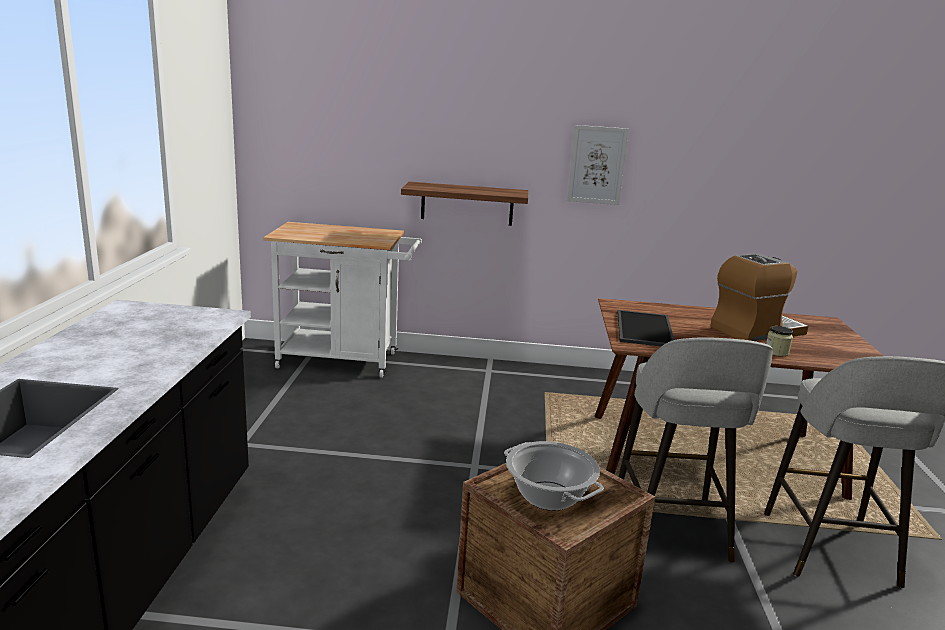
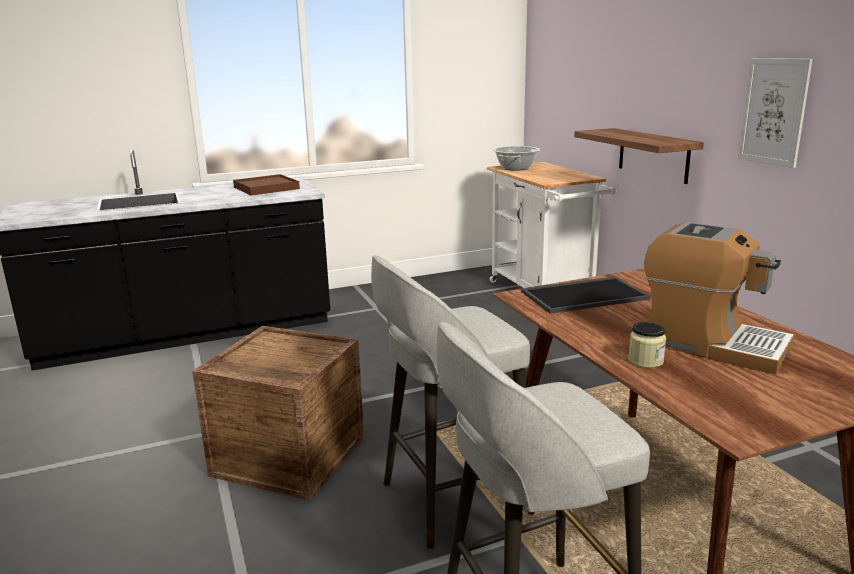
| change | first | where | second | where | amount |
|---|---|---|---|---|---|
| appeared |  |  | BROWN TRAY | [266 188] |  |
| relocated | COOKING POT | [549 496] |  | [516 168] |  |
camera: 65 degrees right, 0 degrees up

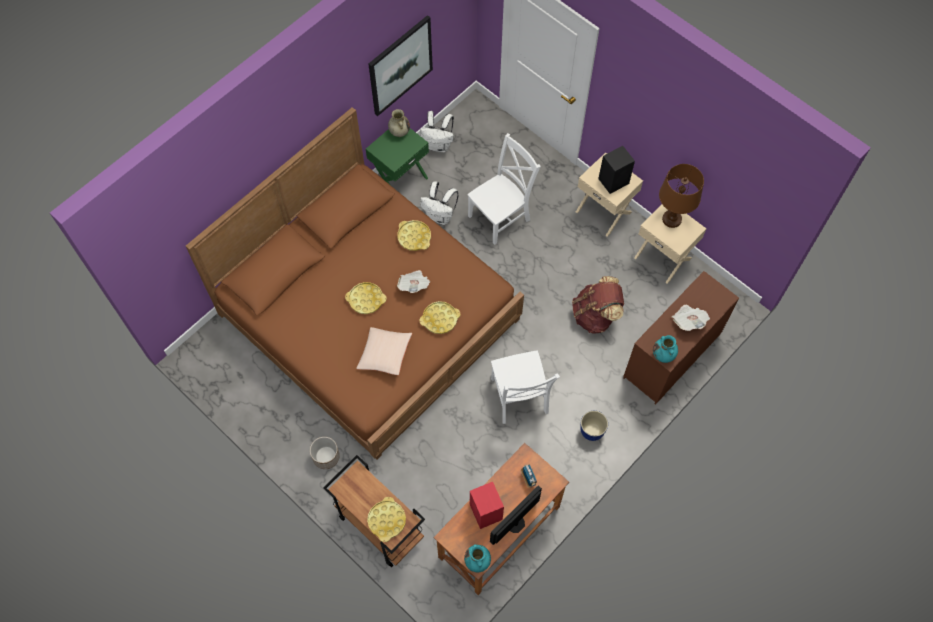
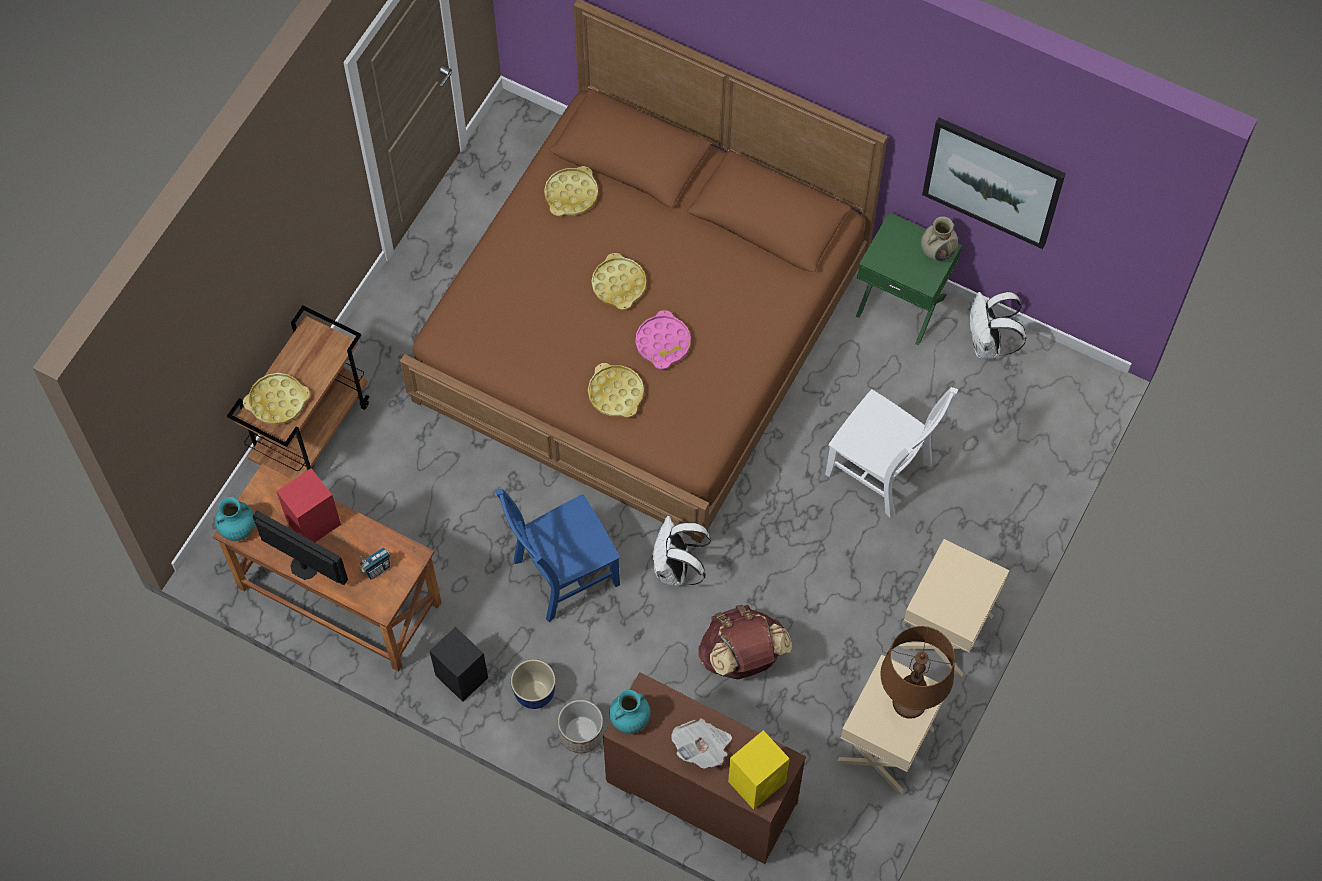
| change | first | where | second | where | amount |
|---|---|---|---|---|---|
| missing | BEIGE PILLOW | [385 354] |  |  |  |
| appeared |  |  | YELLOW SPEAKER | [758 781] |  |
| relocated | PLANTER | [326 457] |  | [581 733] |  |
| relocated | YELLOW TRAY | [414 237] |  | [571 195] |  |
| relocated | WHITE BACKPACK | [440 216] |  | [676 569] |  |
| relocated | BLACK SPEAKER | [614 181] |  | [462 677] |  |
| exchanged | NEWSPAPER | [414 285] | PINK TRAY | [663 343] |  |
| colour | WHITE CHAIR | [519 398] | BLUE CHAIR | [562 574] |  |
camera: 75 degrees right, 0 degrees up

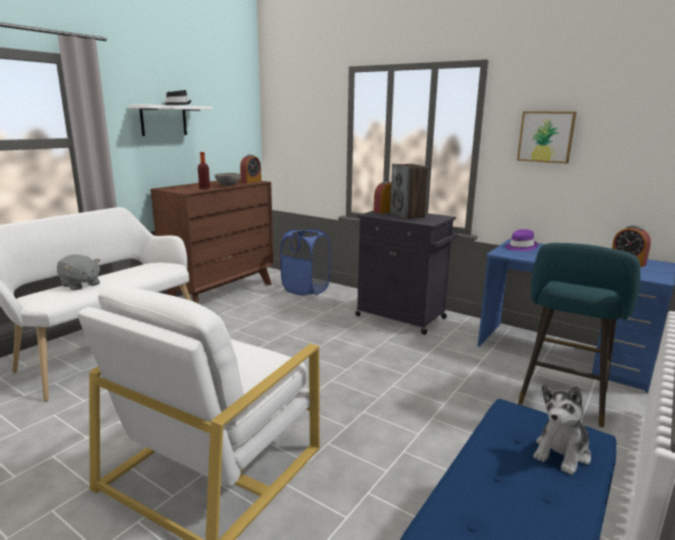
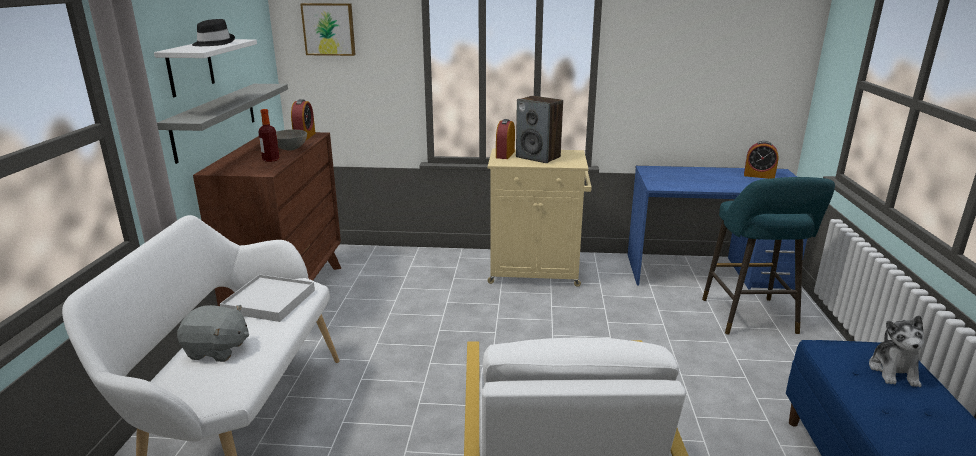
| change | first | where | second | where | amount |
|---|---|---|---|---|---|
| missing | BLUE LAUNDRY BASKET | [306 289] |  |  |  |
| missing | PURPLE HAT | [520 247] |  |  |  |
| appeared |  |  | GREY SHELF | [215 120] |  |
| appeared |  |  | WHITE TRAY | [269 301] |  |
| relocated | PICTURE | [546 137] |  | [329 29] |  |
| colour | BLACK CABINET | [402 317] | BEIGE CABINET | [536 272] |  |
camera: 30 degrees left, 5 degrees up

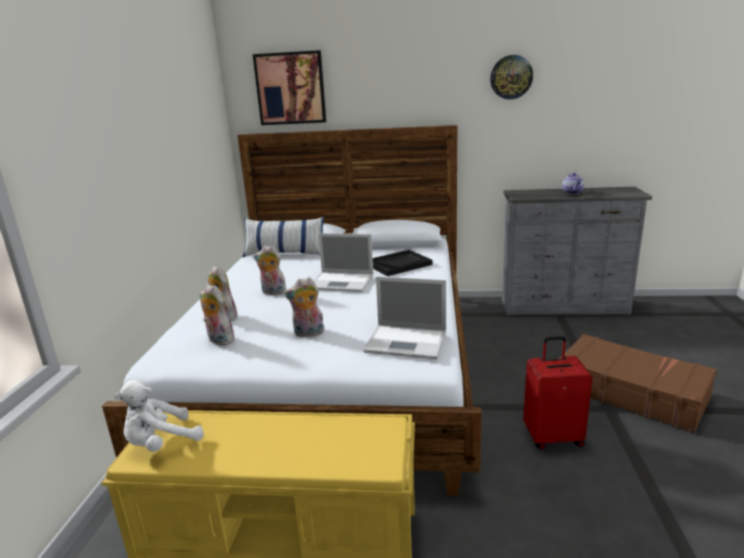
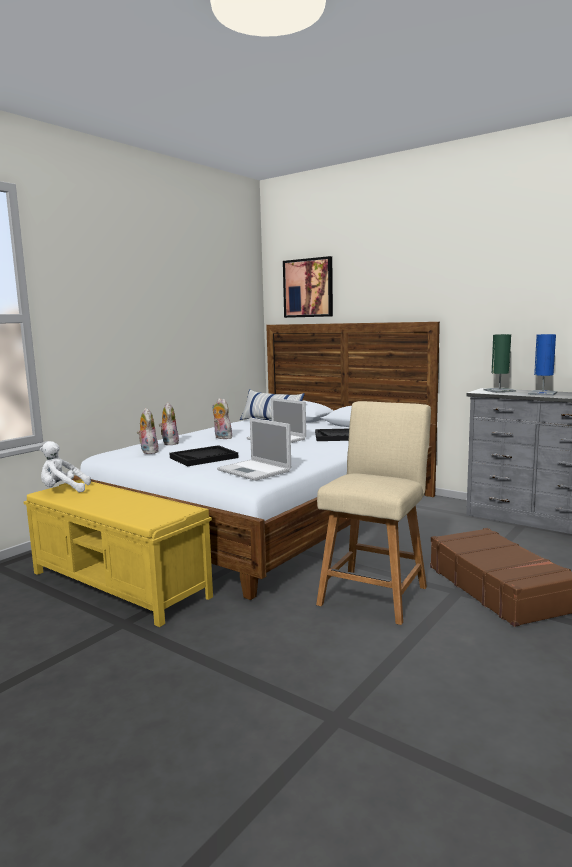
| change | first | where | second | where | amount |
|---|---|---|---|---|---|
| missing | WALL CLOCK | [511 77] |  |  |  |
| appeared |  |  | GREEN TABLE LAMP | [499 391] |  |
| exchanged | PLUSH TOY | [308 333] | BLACK TRAY | [204 458] |  |
| exchanged | RED SUITCASE | [553 437] | BEIGE CHAIR | [375 593] |  |
| exchanged | TEAPOT | [573 193] | BLUE TABLE LAMP | [542 393] |  |
camera: 30 degrees right, 10 degrees down

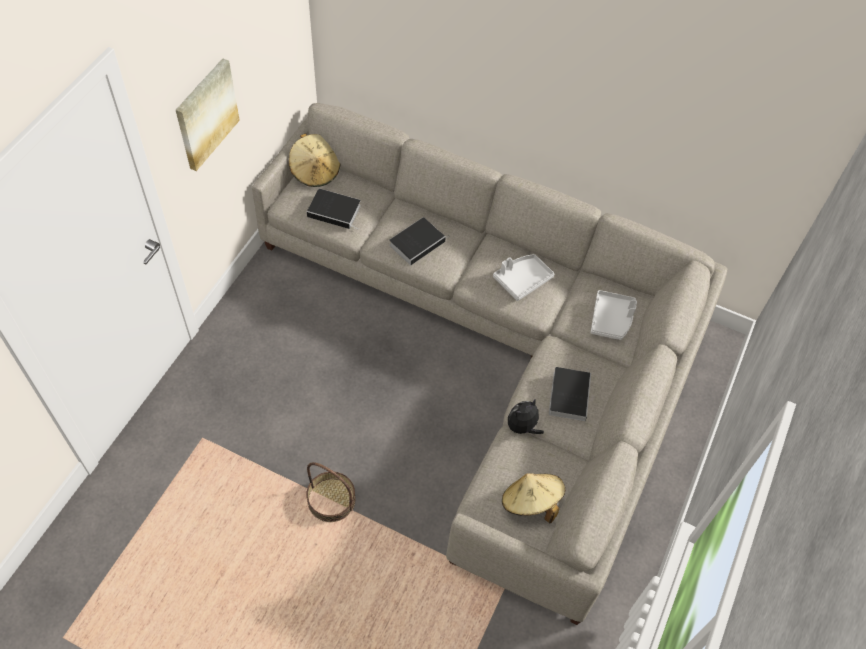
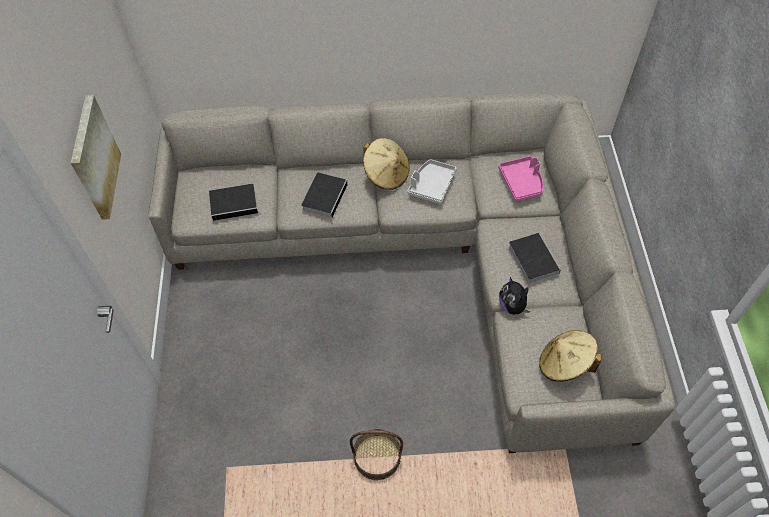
| change | first | where | second | where | amount |
|---|---|---|---|---|---|
| relocated | BEIGE HAT | [315 171] |  | [386 174] |  |
| colour | GREY TRAY | [611 319] | PINK TRAY | [522 183] |  |
| spun | PLUSH TOY | [522 427] |  | [512 306] | 45 degrees counterclockwise |
camera: 25 degrees left, 0 degrees up

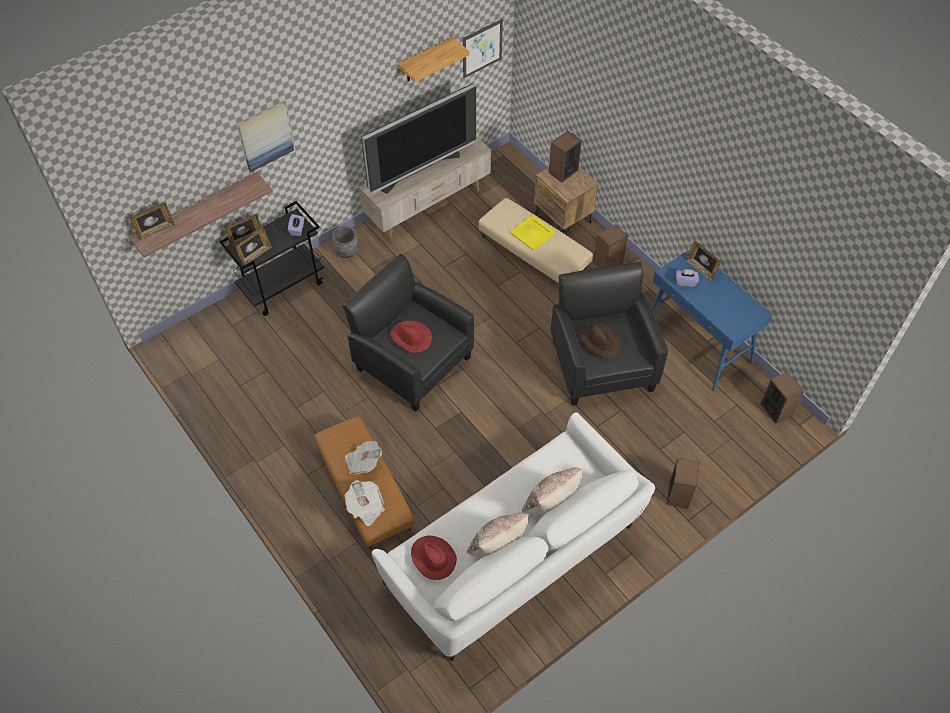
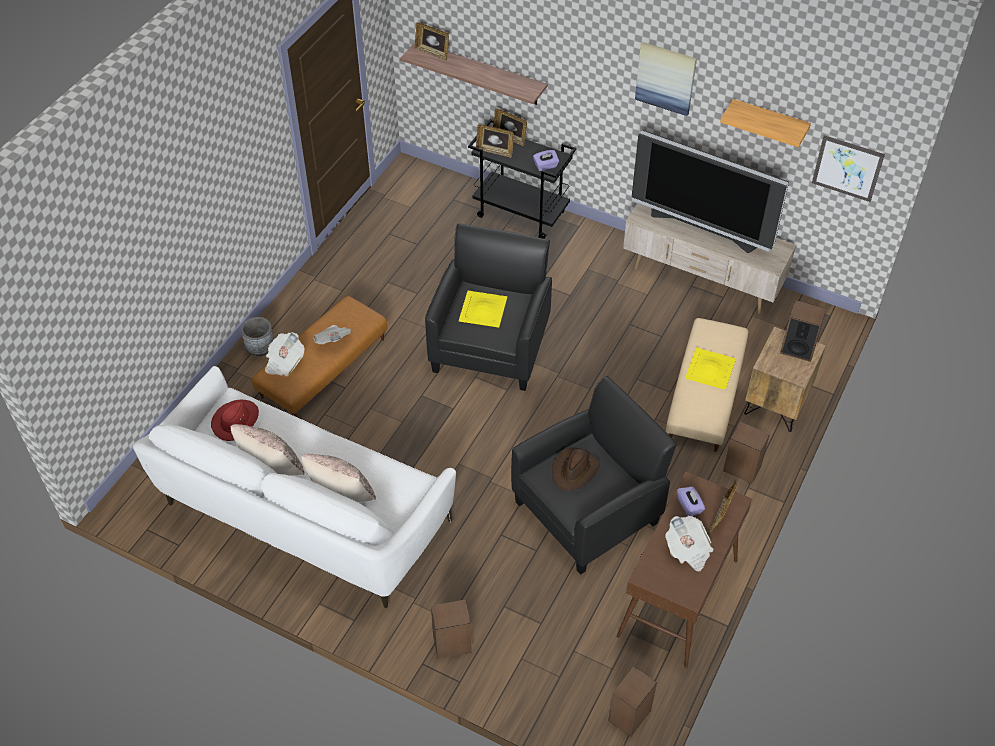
| change | first | where | second | where | amount |
|---|---|---|---|---|---|
| appeared |  |  | NEWSPAPER | [688 550] |  |
| relocated | PICTURE | [265 136] |  | [666 78] |  |
| relocated | GREY PLANTER | [347 251] |  | [260 348] |  |
| exchanged | RED HAT | [411 338] | YELLOW TRAY | [482 309] |  |
| colour | BLUE CONSOLE TABLE | [697 344] | BROWN CONSOLE TABLE | [678 599] |  |
camera: 65 degrees right, 5 degrees down

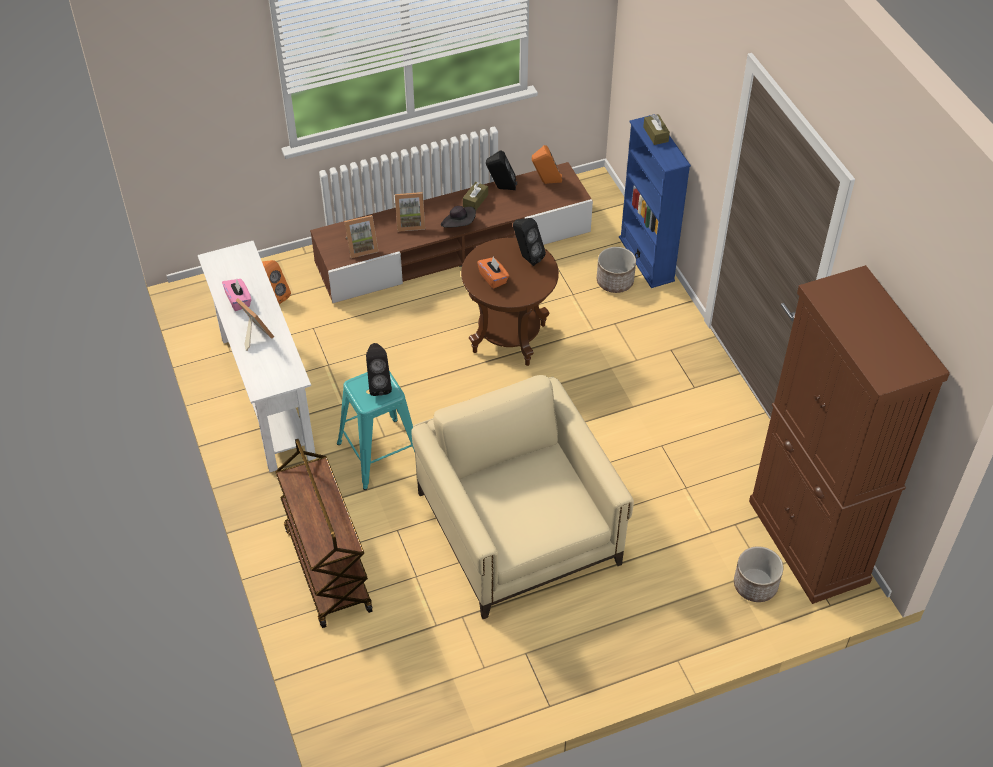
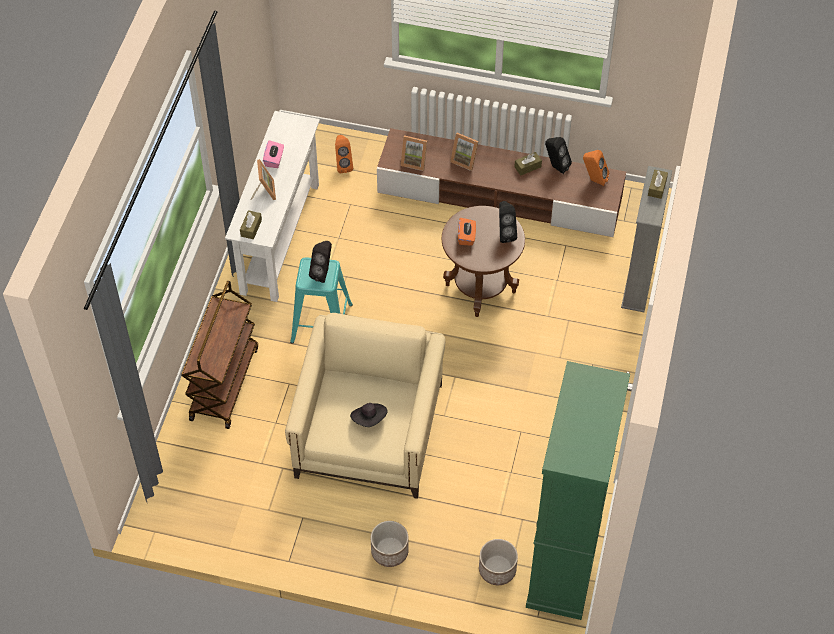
| change | first | where | second | where | amount |
|---|---|---|---|---|---|
| appeared |  |  | BROWN TISSUE BOX | [251 228] |  |
| relocated | BLACK HAT | [459 224] |  | [369 419] |  |
| relocated | PLANTER | [614 281] |  | [389 551] |  |
| colour | BLUE BOOKCASE | [646 259] | GREY BOOKCASE | [638 282] |  |
| colour | BROWN CABINET | [808 541] | GREEN CABINET | [563 563] |  |
camera: 35 degrees right, 5 degrees up

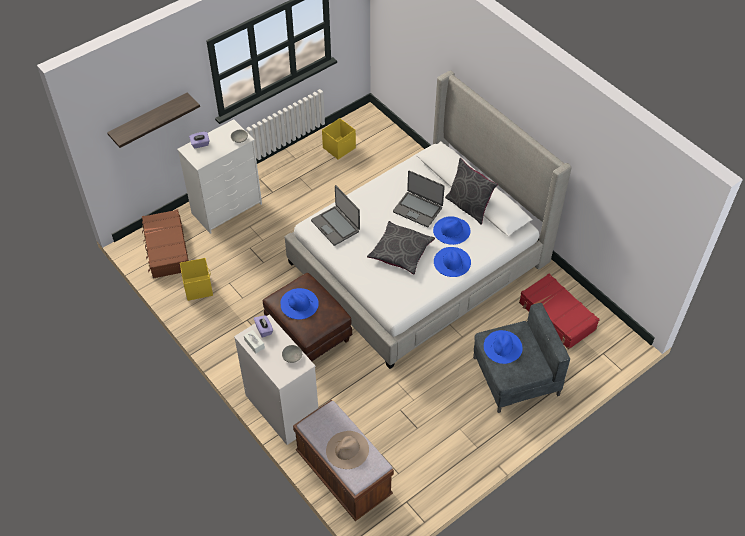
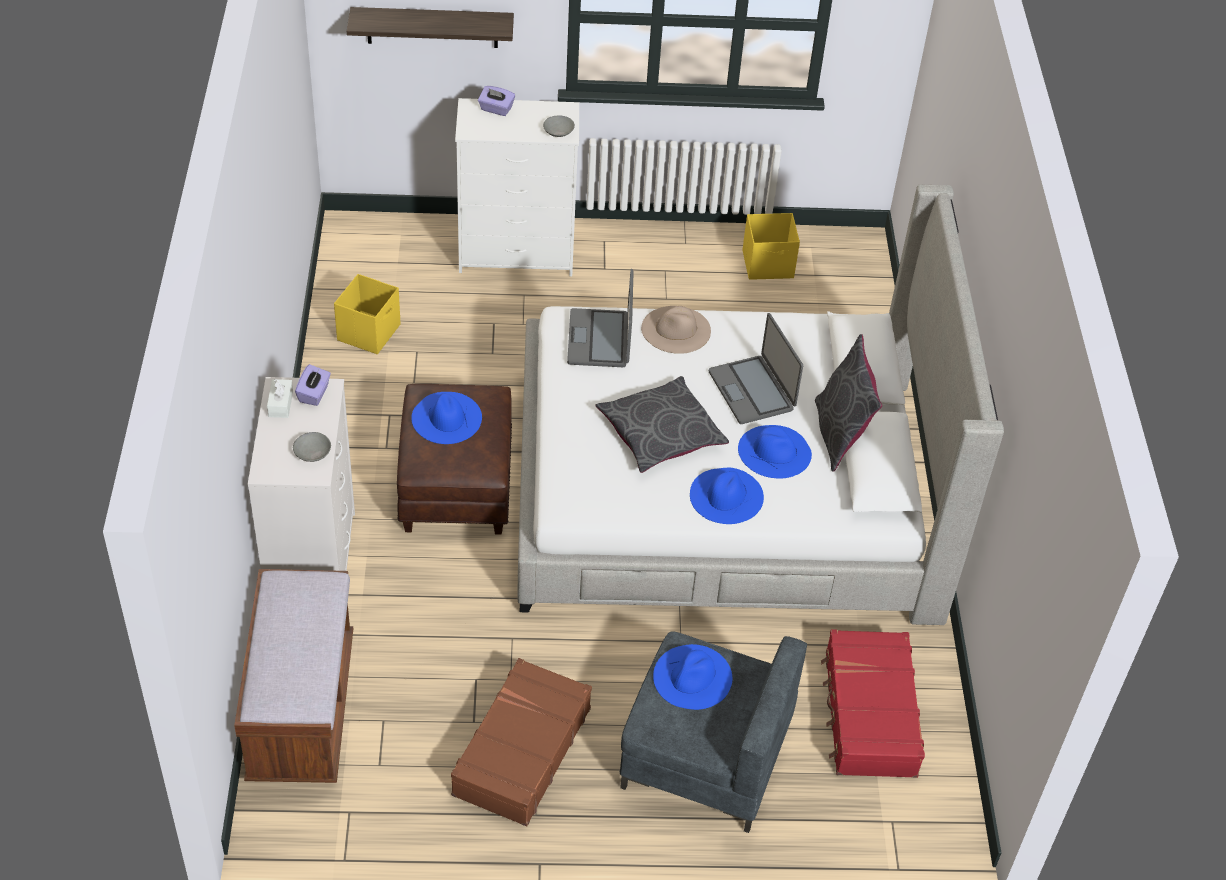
| change | first | where | second | where | amount |
|---|---|---|---|---|---|
| relocated | BROWN SUITCASE | [166 249] |  | [520 751] |  |
| relocated | BEIGE HAT | [347 450] |  | [676 329] |  |
camera: 35 degrees right, 5 degrees down

